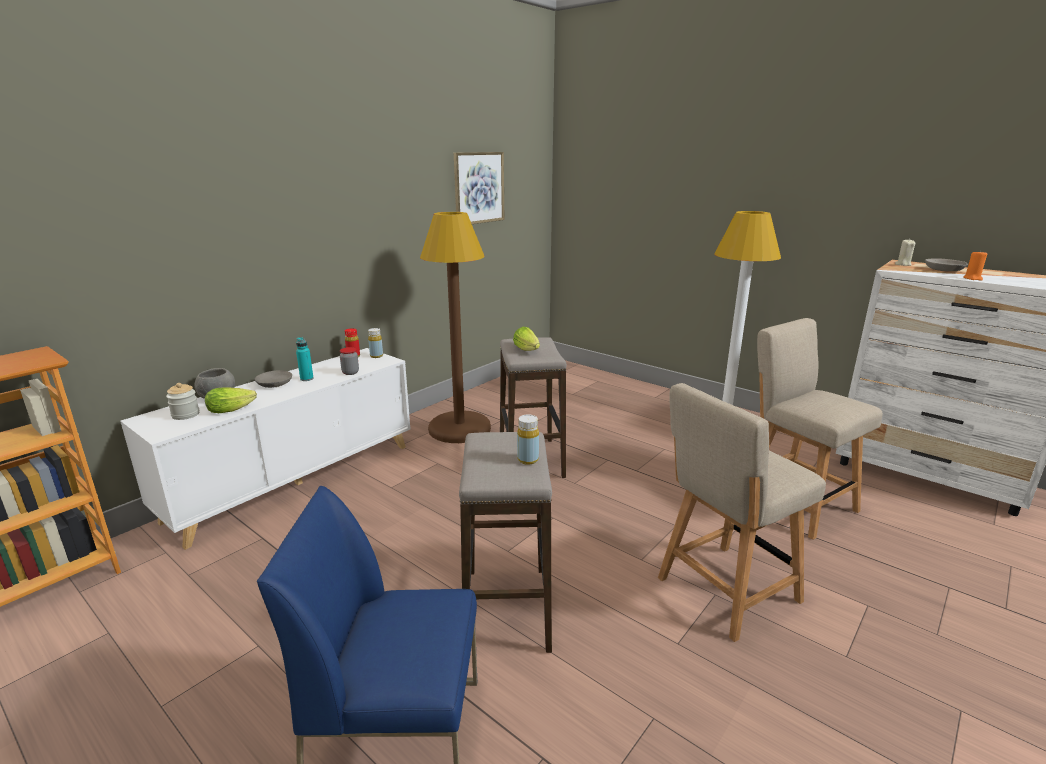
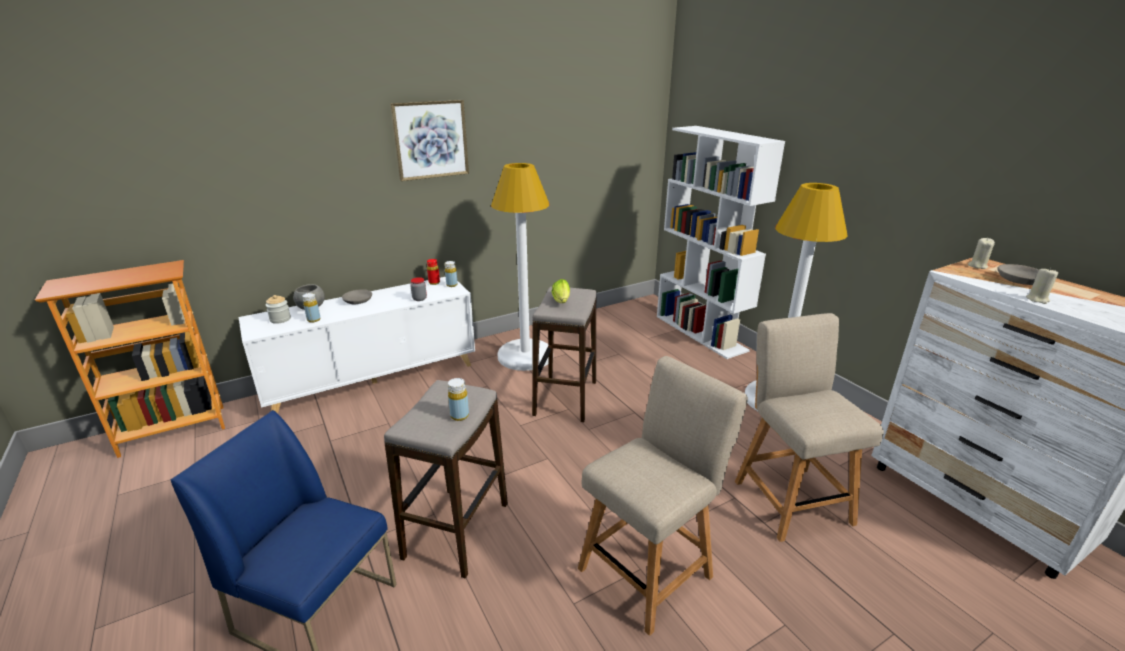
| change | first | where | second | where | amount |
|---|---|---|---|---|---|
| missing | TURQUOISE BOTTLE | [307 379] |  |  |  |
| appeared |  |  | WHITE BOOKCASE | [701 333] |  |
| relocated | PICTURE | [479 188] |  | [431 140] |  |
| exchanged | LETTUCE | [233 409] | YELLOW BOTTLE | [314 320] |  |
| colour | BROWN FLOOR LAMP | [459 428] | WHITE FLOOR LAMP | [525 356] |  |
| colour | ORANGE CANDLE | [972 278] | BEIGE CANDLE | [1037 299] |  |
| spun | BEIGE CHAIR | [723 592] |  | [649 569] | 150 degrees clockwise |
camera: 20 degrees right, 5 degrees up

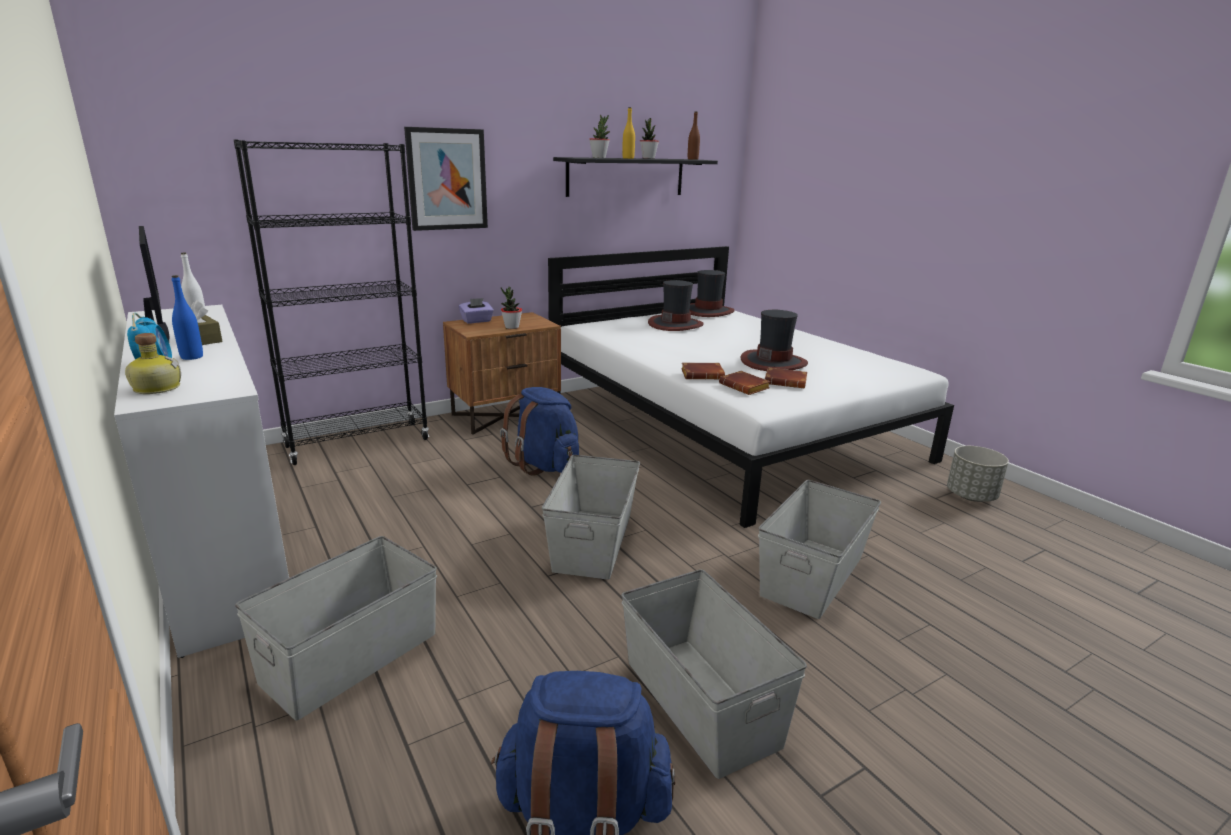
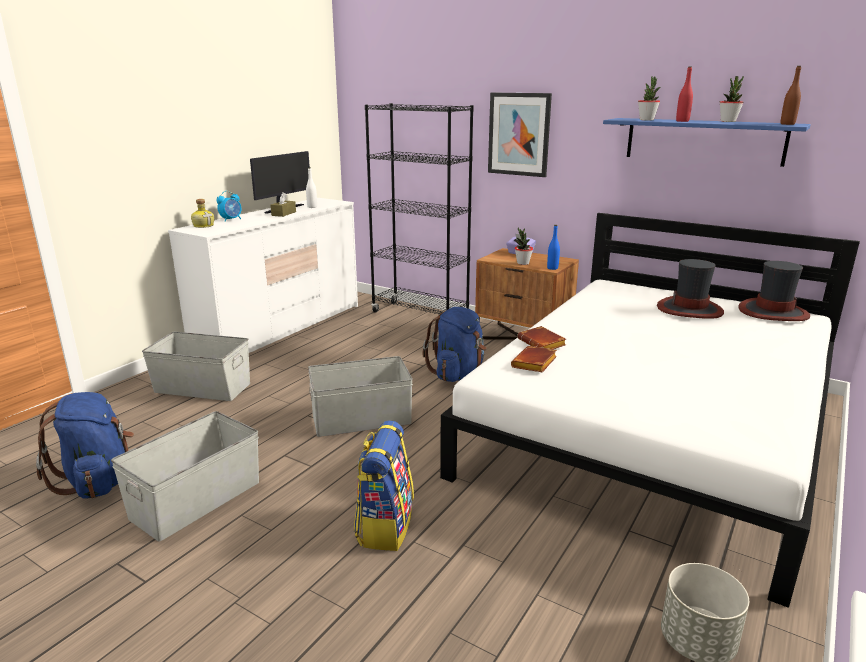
| change | first | where | second | where | amount |
|---|---|---|---|---|---|
| missing | HAT | [773 362] |  |  |  |
| missing | BROWN BOOK | [786 382] |  |  |  |
| relocated | BLUE BOTTLE | [192 357] |  | [552 268] |  |
| exchanged | GREY STORAGE BOX | [811 575] | BACKPACK | [384 526] |  |
| colour | BLACK SHELF | [626 177] | BLUE SHELF | [704 141] |  |
| colour | YELLOW BOTTLE | [628 158] | RED BOTTLE | [682 121] |  |
camera: 65 degrees right, 0 degrees up

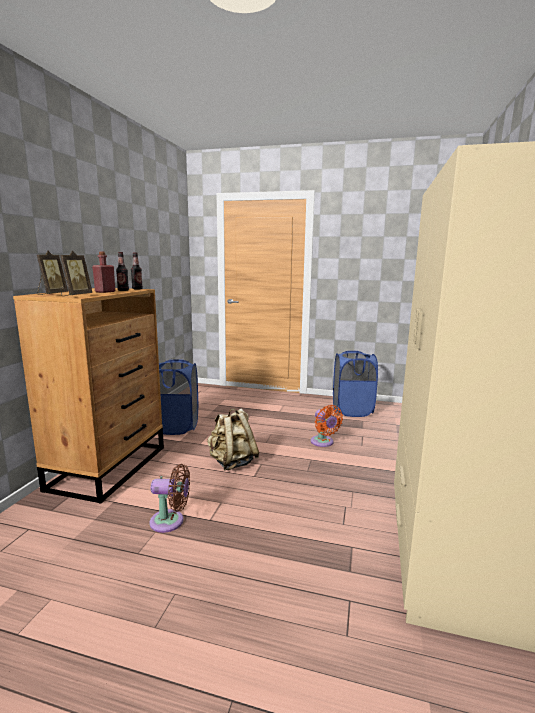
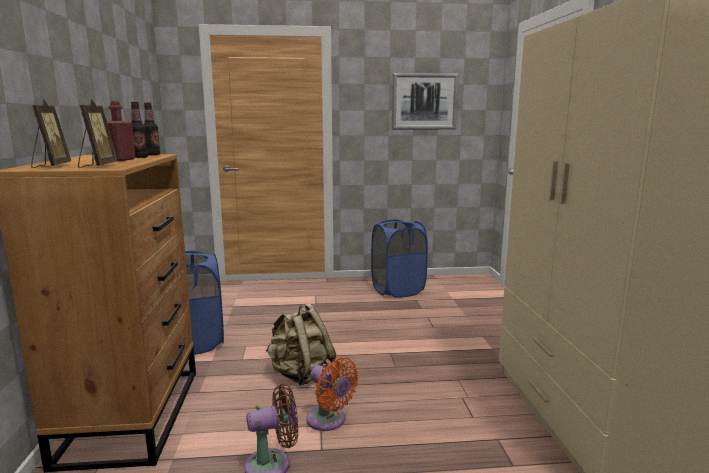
| change | first | where | second | where | amount |
|---|---|---|---|---|---|
| appeared |  |  | PICTURE | [424 101] |  |
| relocated | ORANGE FAN | [323 443] |  | [329 421] |  |
camera: 20 degrees left, 0 degrees up

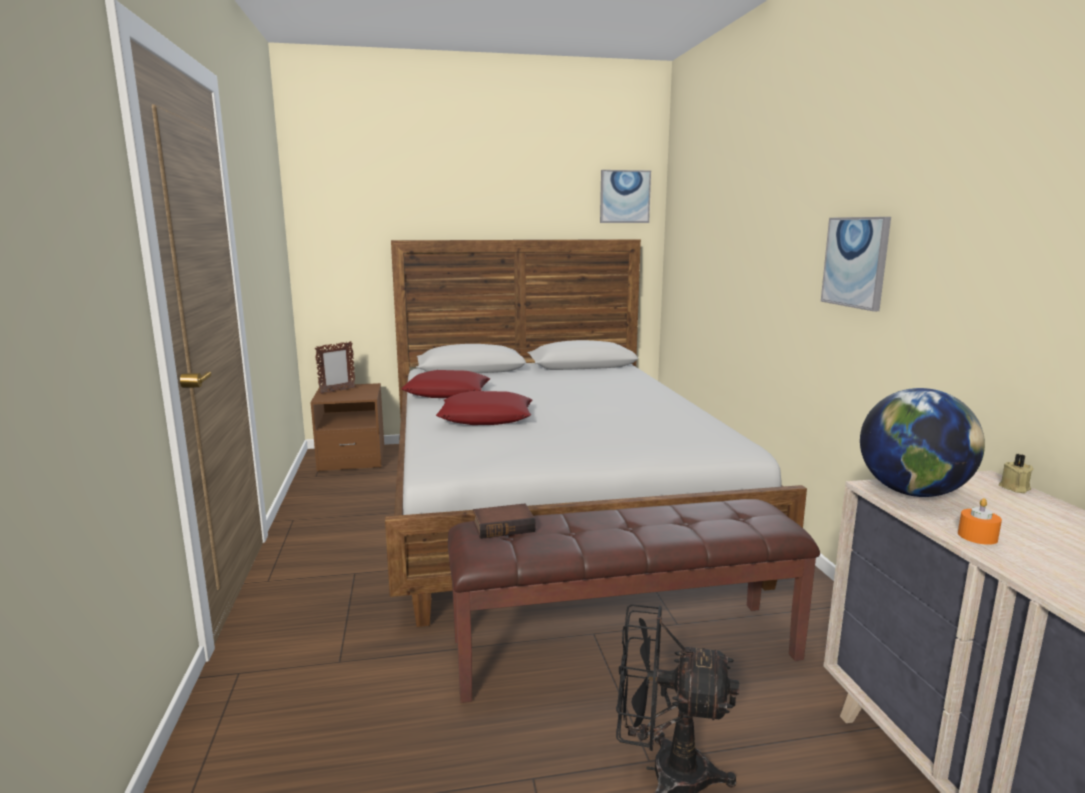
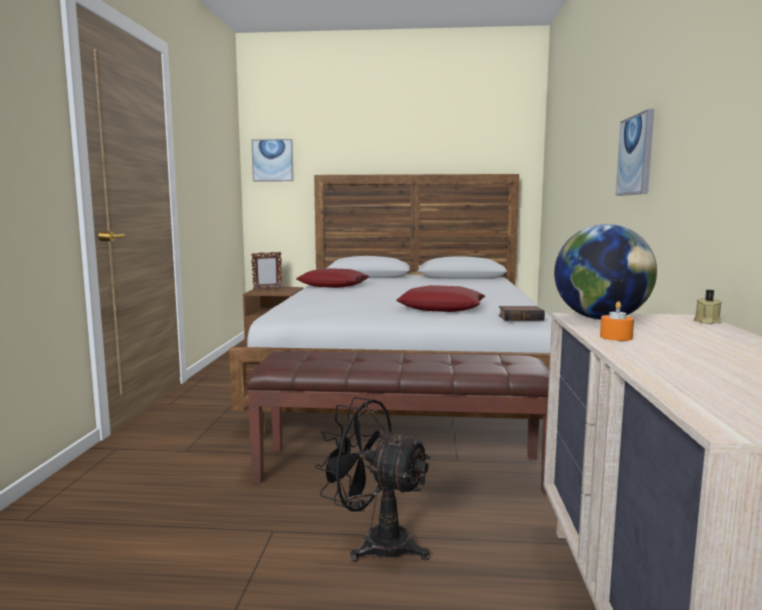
| change | first | where | second | where | amount |
|---|---|---|---|---|---|
| relocated | RED PILLOW | [486 417] |  | [441 307] |  |
| relocated | BOOK | [504 526] |  | [521 317] |  |
| relocated | PICTURE | [624 196] |  | [272 160] |  |
camera: 15 degrees right, 5 degrees down

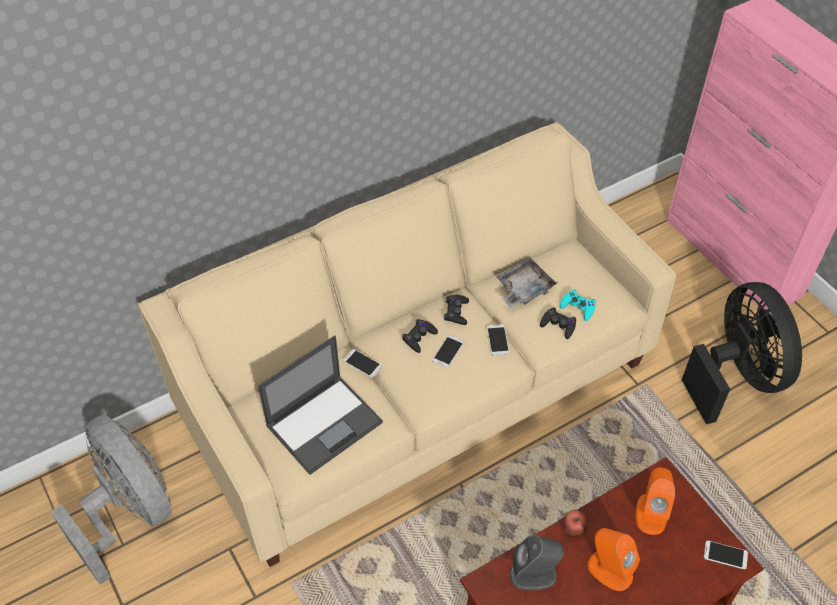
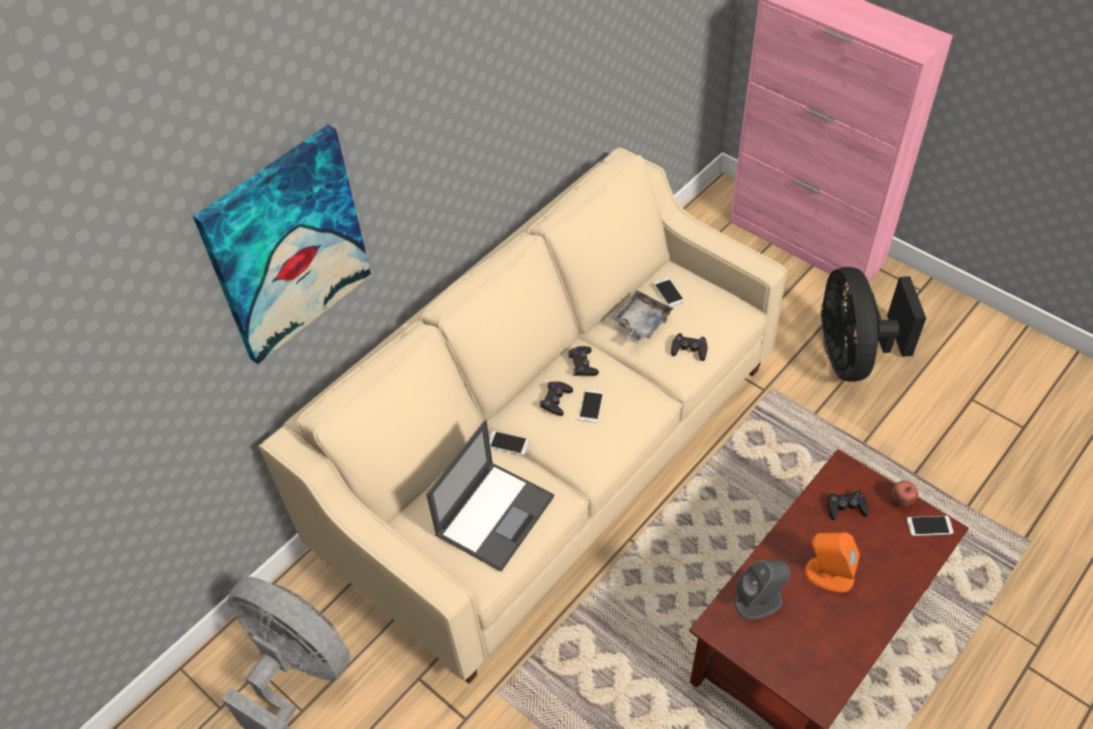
| change | first | where | second | where | amount |
|---|---|---|---|---|---|
| missing | TURQUOISE GAME CONTROLLER | [578 307] |  |  |  |
| appeared |  |  | PICTURE | [287 246] |  |
| relocated | PHONE | [497 340] |  | [668 292] |  |
| relocated | APPLE | [573 528] |  | [901 500] |  |
| exchanged | ORANGE SPEAKER | [651 513] | BLACK GAME CONTROLLER | [846 507] |  |
| spun | BLACK FAN | [735 376] |  | [852 355] | 150 degrees counterclockwise |
camera: 15 degrees left, 0 degrees up

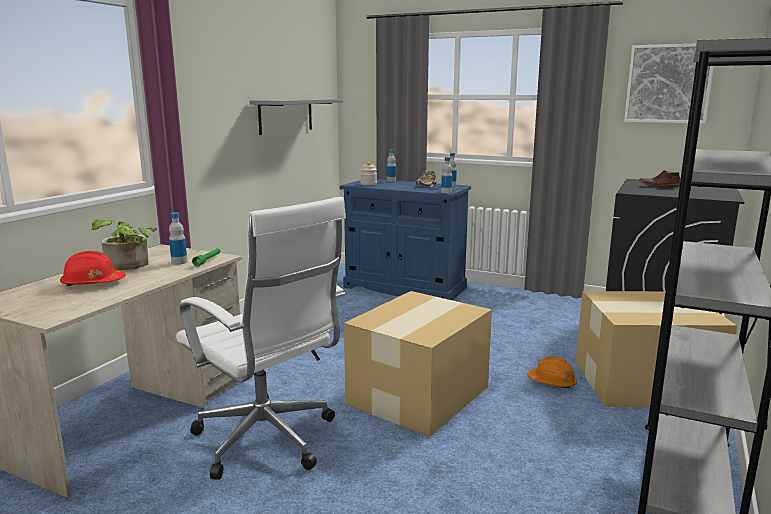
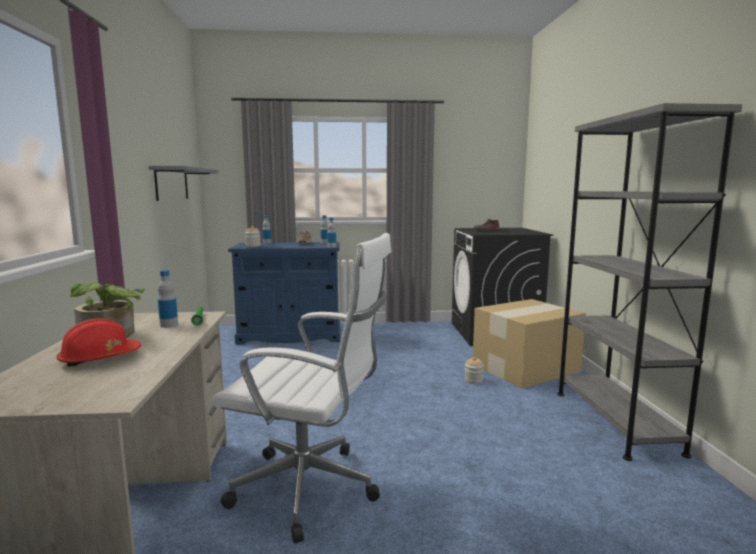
| change | first | where | second | where | amount |
|---|---|---|---|---|---|
| missing | CARDBOARD BOX | [420 395] |  |  |  |
| missing | PICTURE | [668 84] |  |  |  |
| exchanged | ORANGE HARD HAT | [552 382] | JAR | [473 380] |  |
camera: 30 degrees left, 5 degrees down

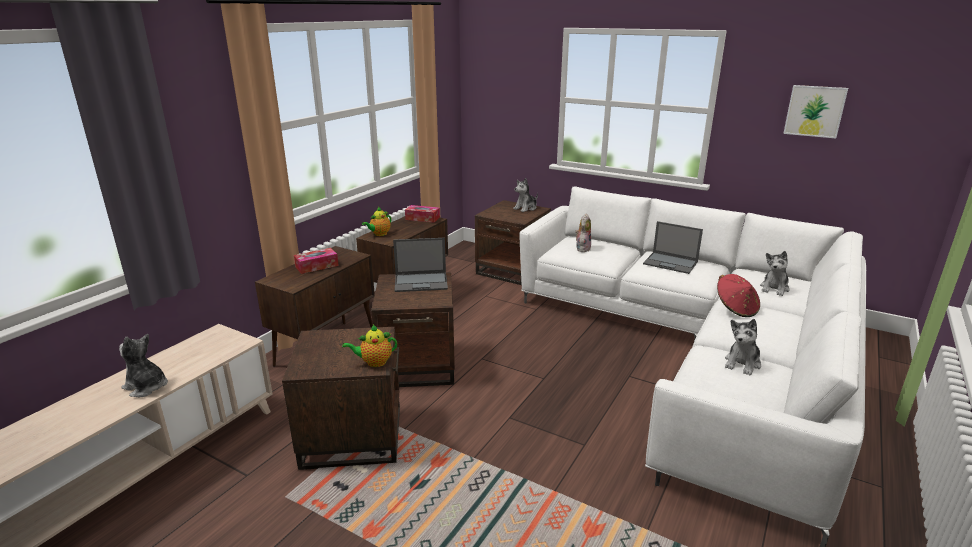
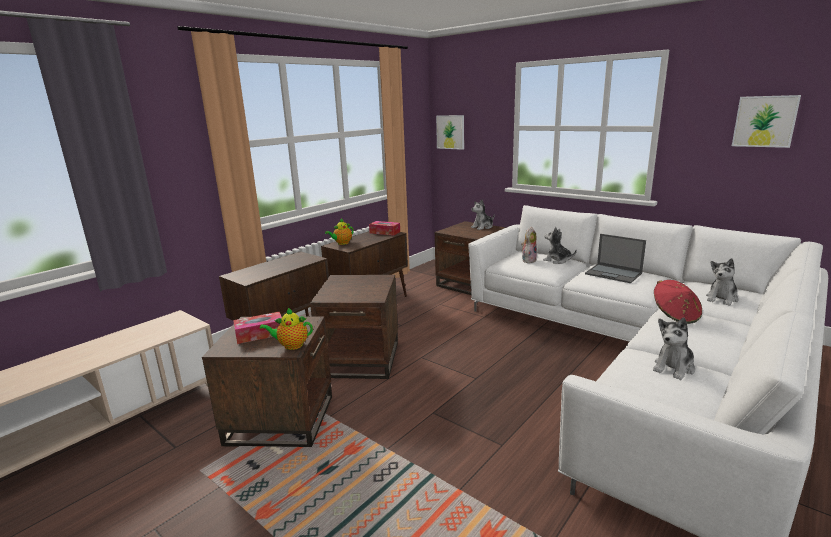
| change | first | where | second | where | amount |
|---|---|---|---|---|---|
| missing | LAPTOP | [421 282] |  |  |  |
| appeared |  |  | PICTURE | [450 132] |  |
| relocated | PLUSH TOY | [146 387] |  | [557 260] |  |
| relocated | TISSUE BOX | [317 266] |  | [260 334] |  |
camera: 10 degrees right, 5 degrees down

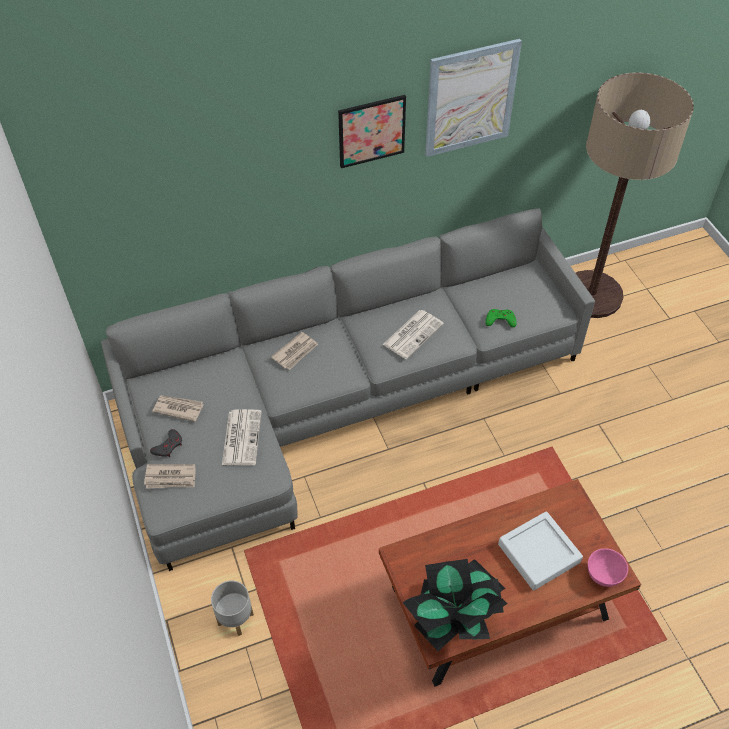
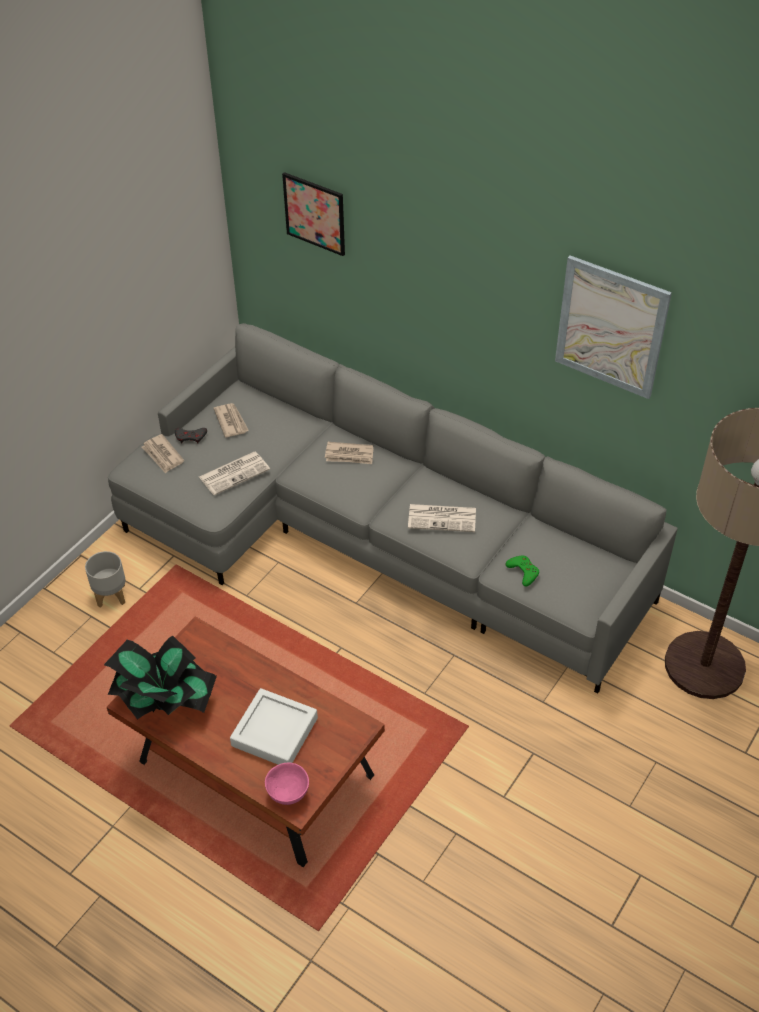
| change | first | where | second | where | amount |
|---|---|---|---|---|---|
| relocated | PICTURE | [371 131] |  | [314 213] |  |
camera: 55 degrees right, 5 degrees down

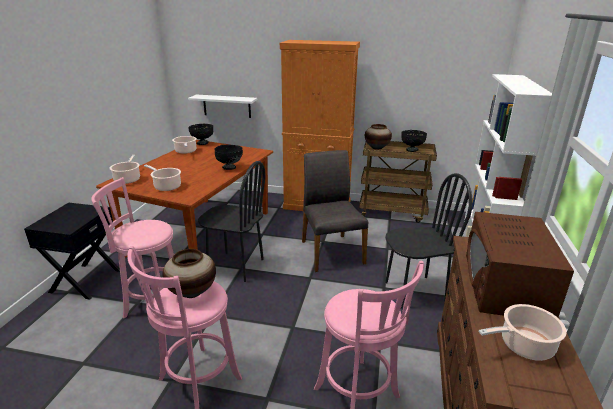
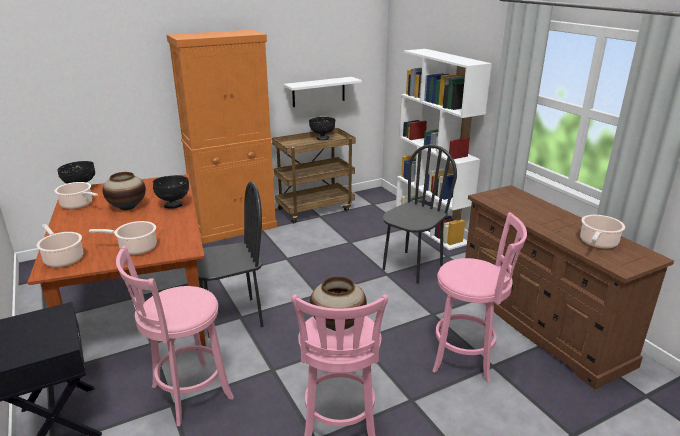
| change | first | where | second | where | amount |
|---|---|---|---|---|---|
| missing | GREY CHAIR | [331 251] |  |  |  |
| missing | BROWN MICROWAVE | [506 285] |  |  |  |
| relocated | WHITE SHELF | [227 106] |  | [318 92] |  |
| relocated | VASE | [377 148] |  | [127 207] |  |
camera: 40 degrees left, 0 degrees up

